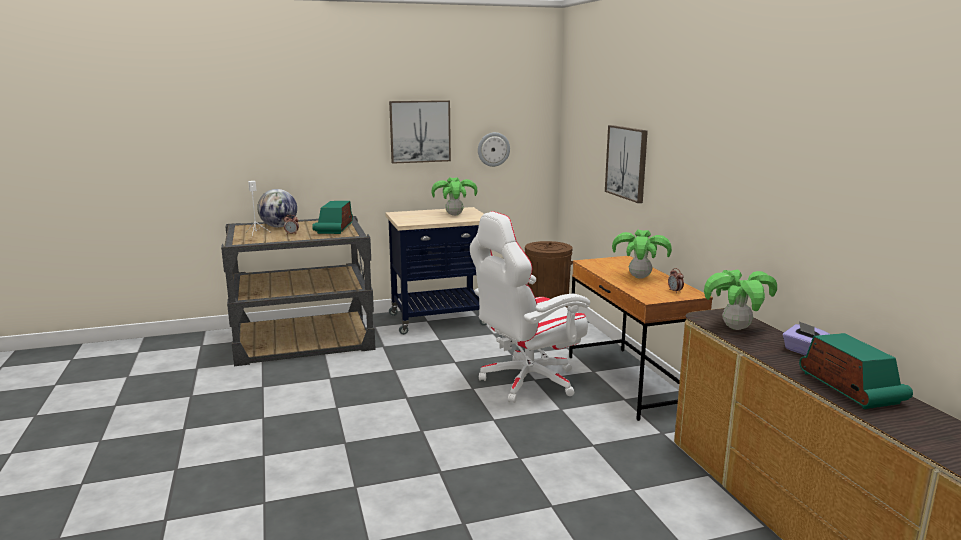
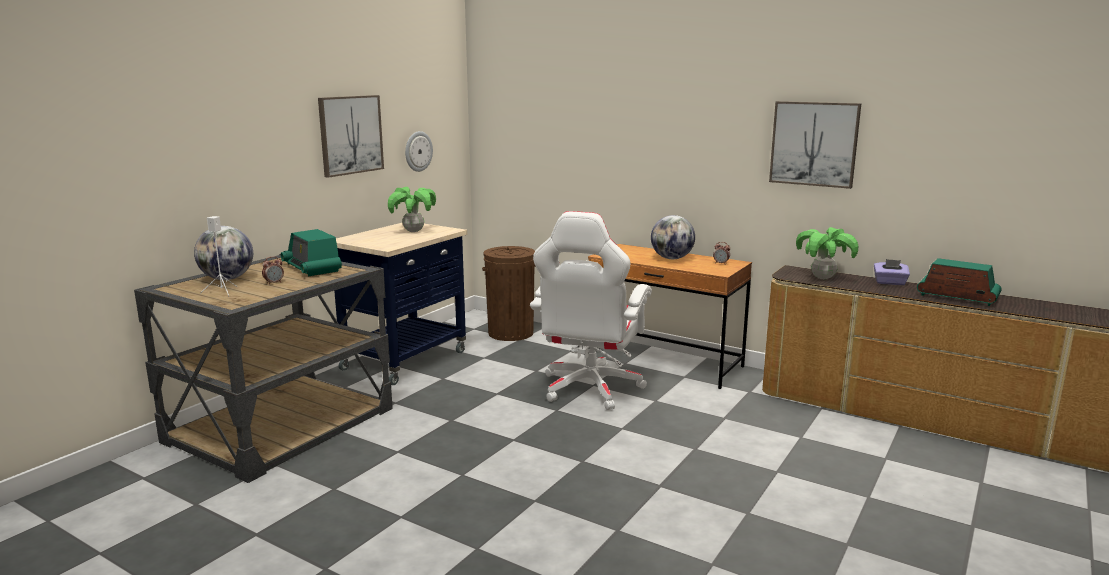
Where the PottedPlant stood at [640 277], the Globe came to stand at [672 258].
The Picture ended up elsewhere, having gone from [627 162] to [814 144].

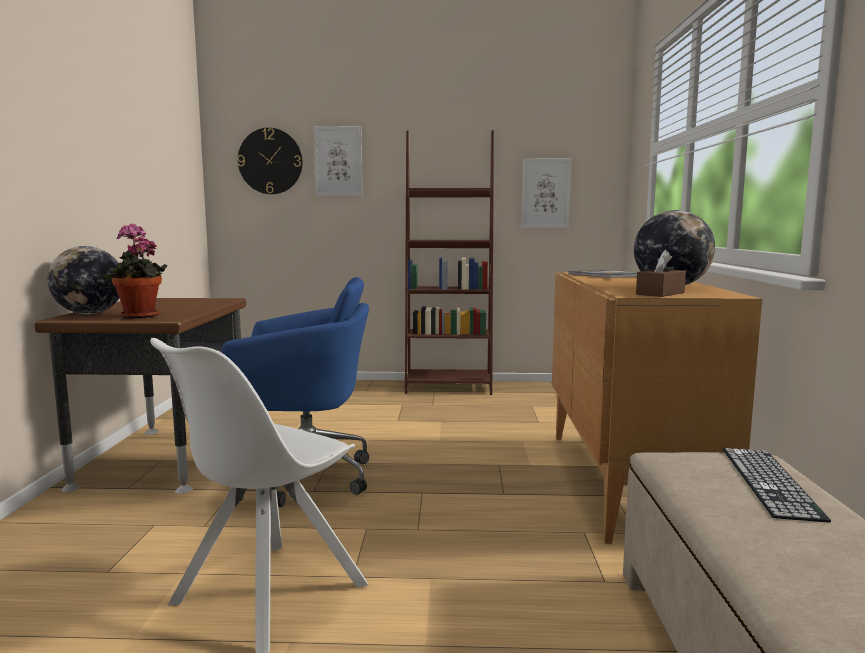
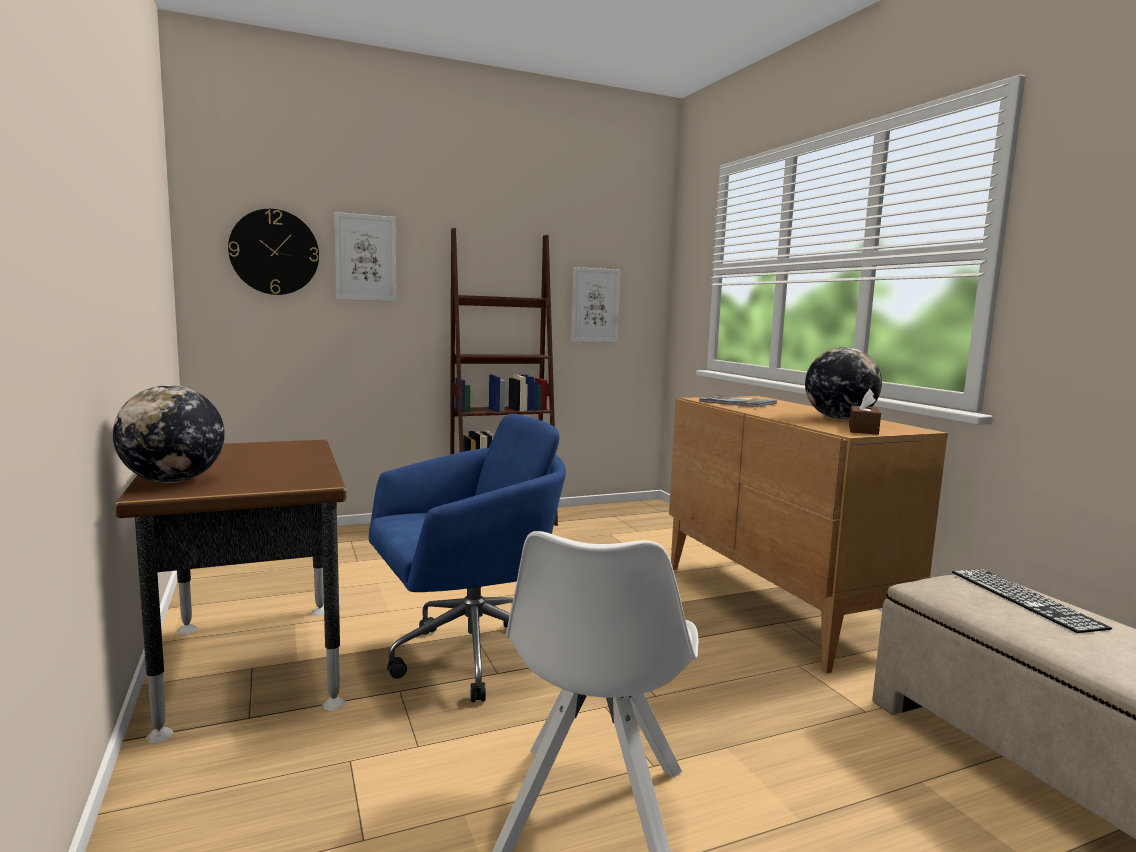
The second view lost the PottedPlant at [139 316].

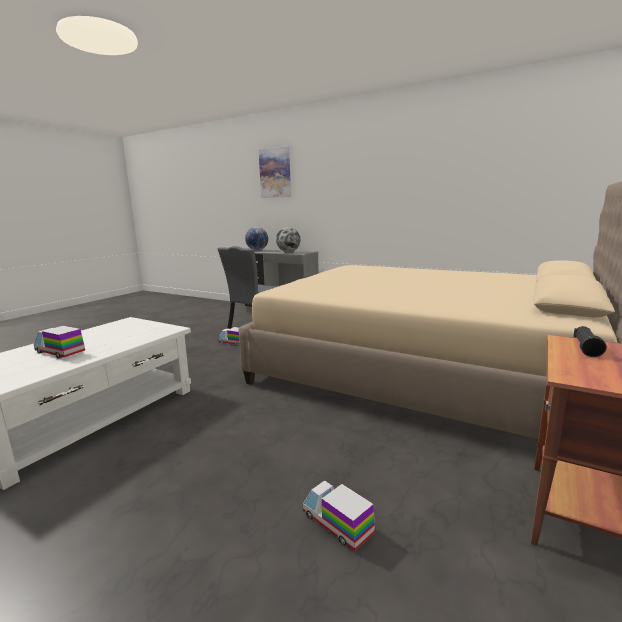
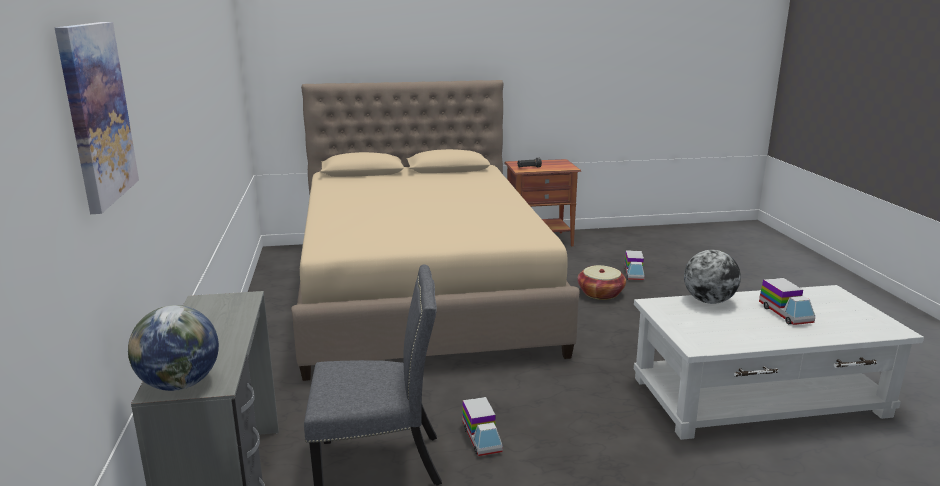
The second view gained the Basket at [600 293].
The Globe ended up elsewhere, having gone from [288 252] to [708 301].

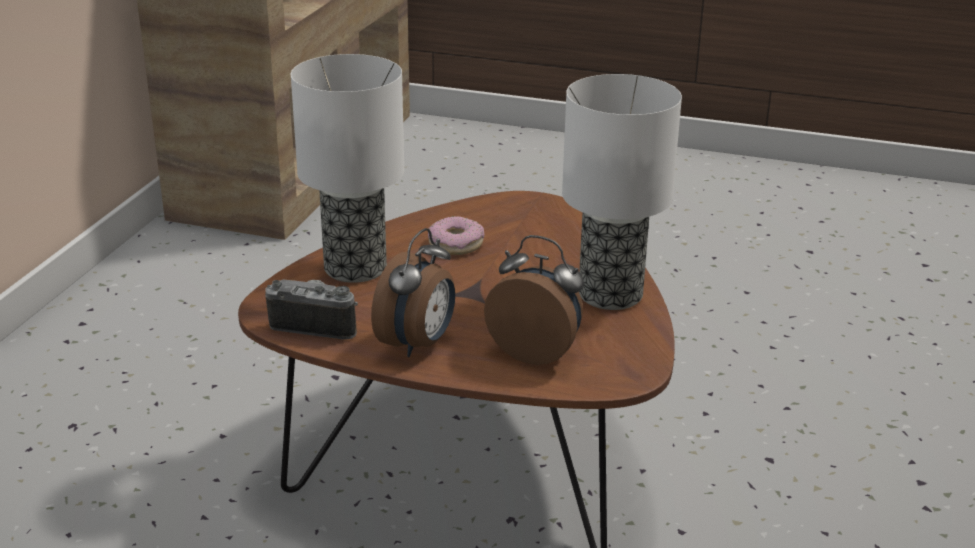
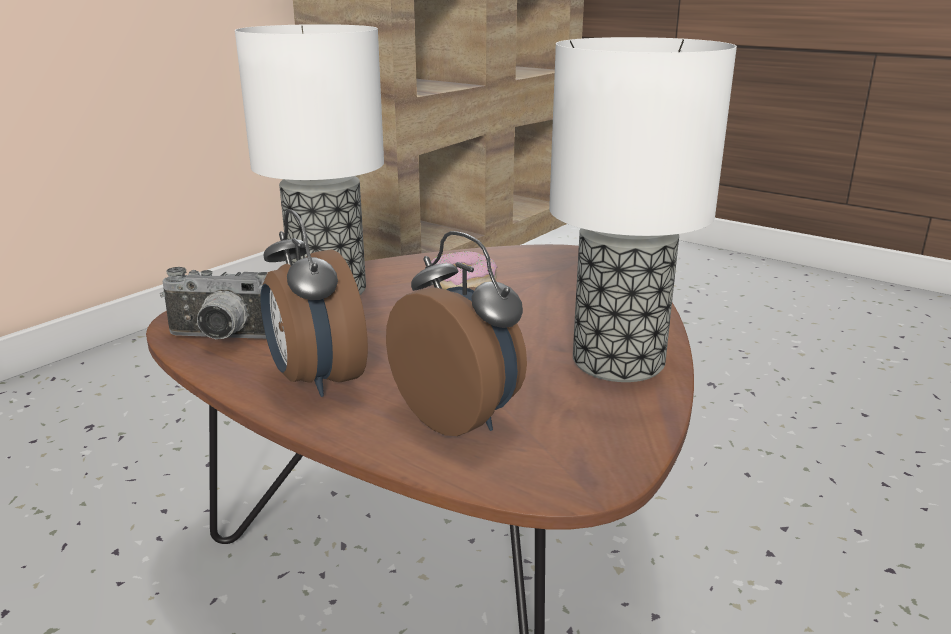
The PhotoCamera at [316 324] ended up facing another way, 150 degrees clockwise from before.
The AlarmClock at [418 344] ended up facing another way, 105 degrees clockwise from before.

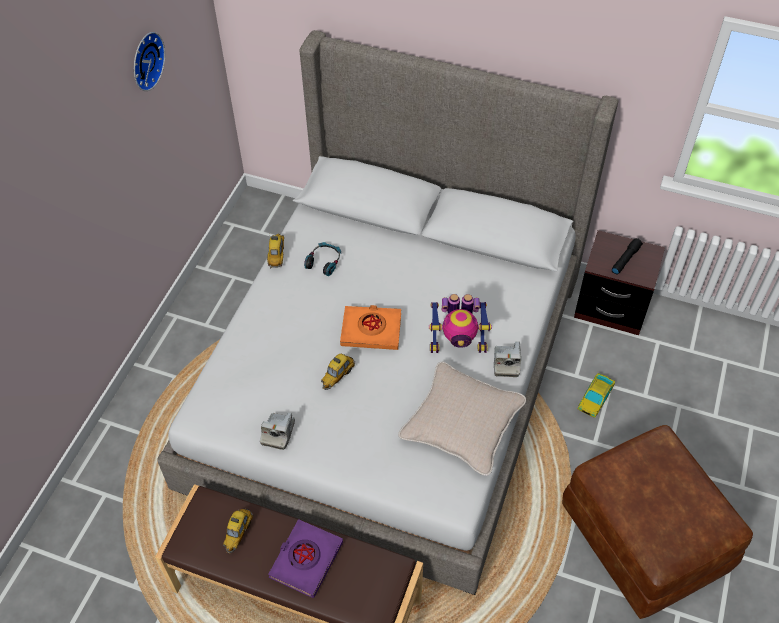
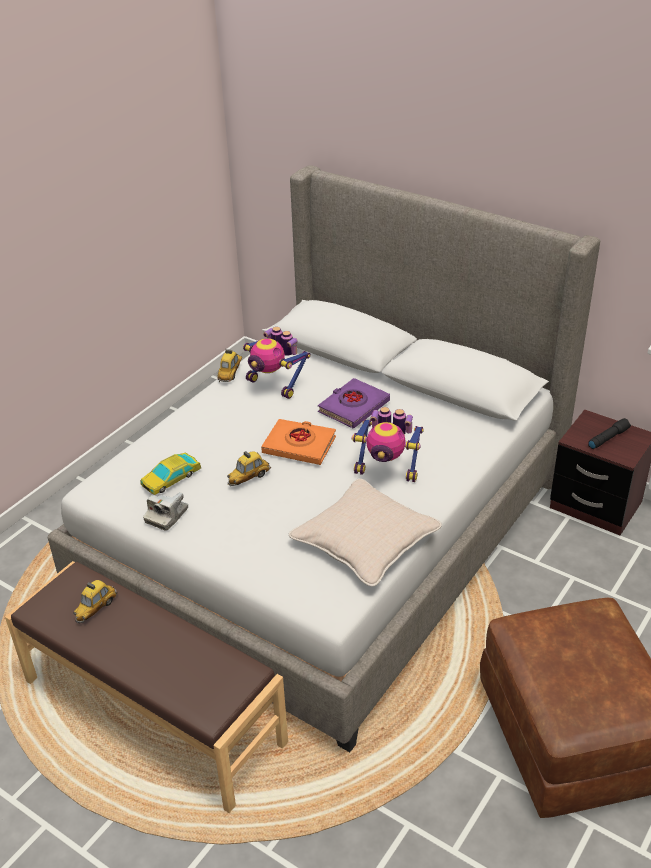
The ToyCar ended up elsewhere, having gone from [595 397] to [171 478].
Where the Headphones stood at [324 262], the ToyRobot came to stand at [275 385].
The PurpleBook ended up elsewhere, having gone from [306 560] to [353 407].
The second view lost the WallClock at [145 60].
The second view lost the PhotoCamera at [506 363].

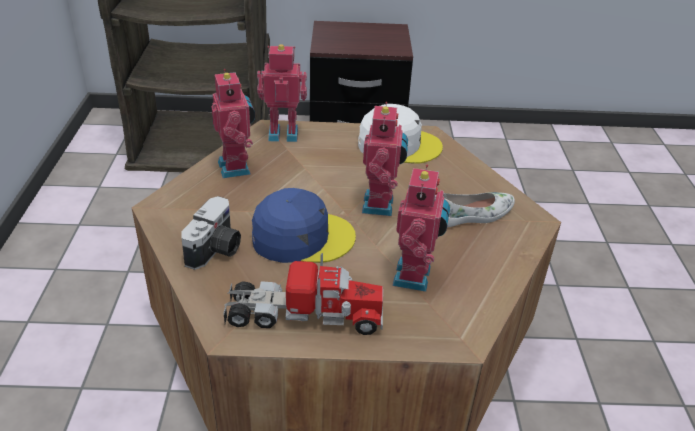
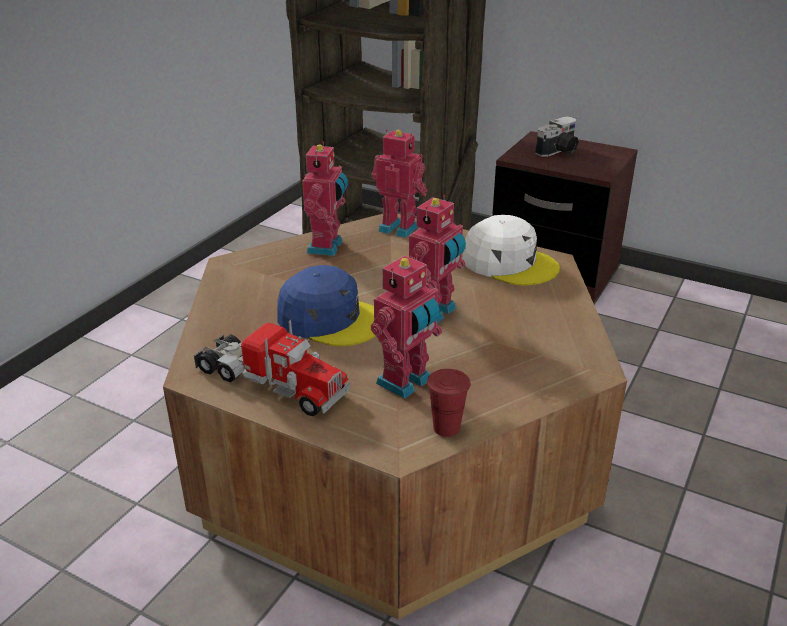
The second view gained the RedCup at [446 428].
The PhotoCamera ended up elsewhere, having gone from [216 250] to [559 151].
The second view lost the WhiteShoe at [473 216].

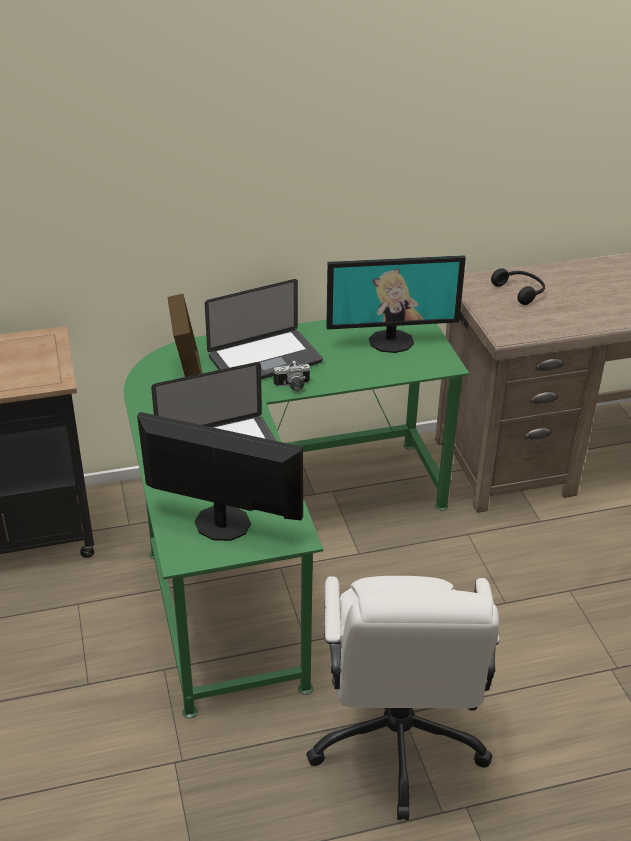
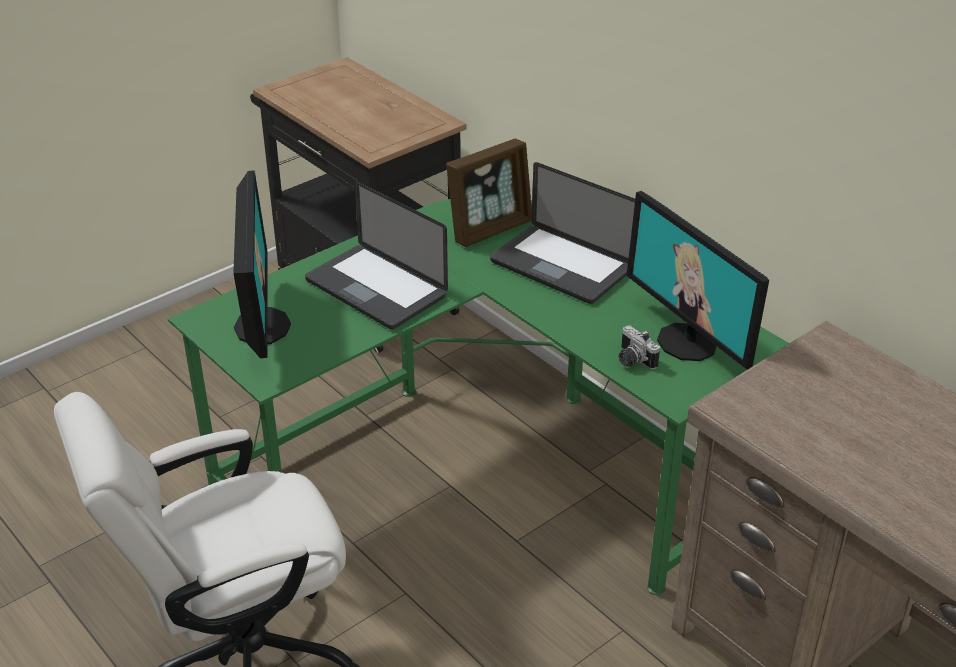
The PhotoCamera ended up elsewhere, having gone from [293 386] to [632 360].
The second view lost the BlackHeadphones at [520 291].

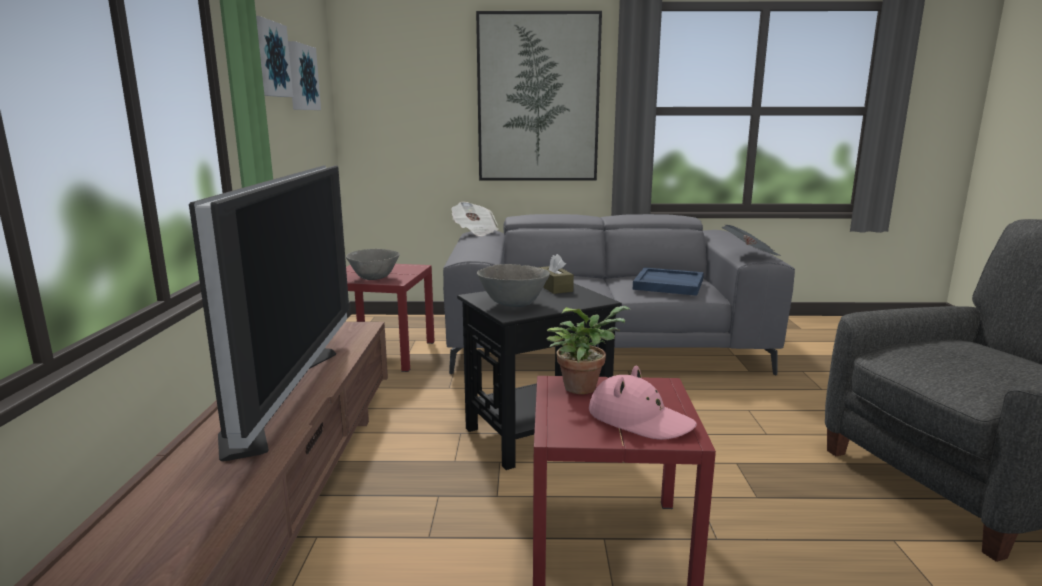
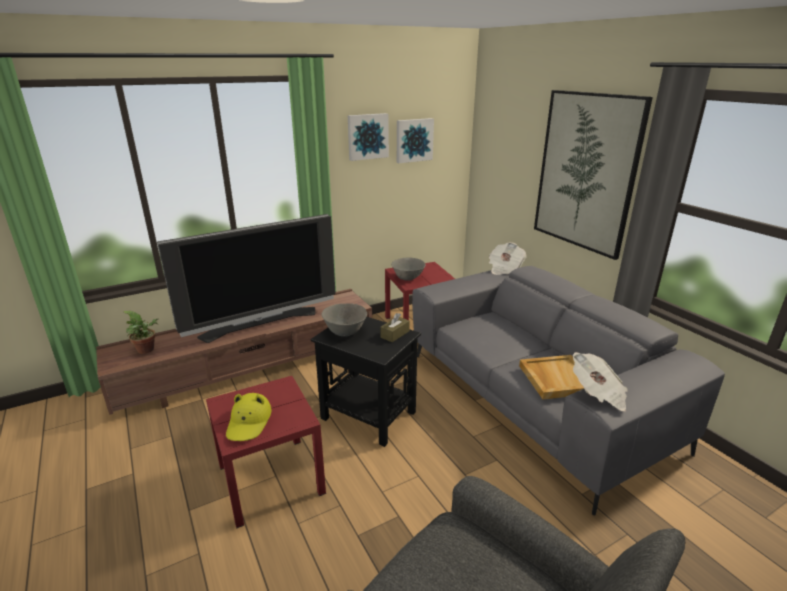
The PottedPlant ended up elsewhere, having gone from [583 386] to [147 350].
What was the PinkHat at [639 419] turned into the YellowHat at [249 422].
What was the BlueTray at [667 284] turned into the BeigeTray at [556 378].

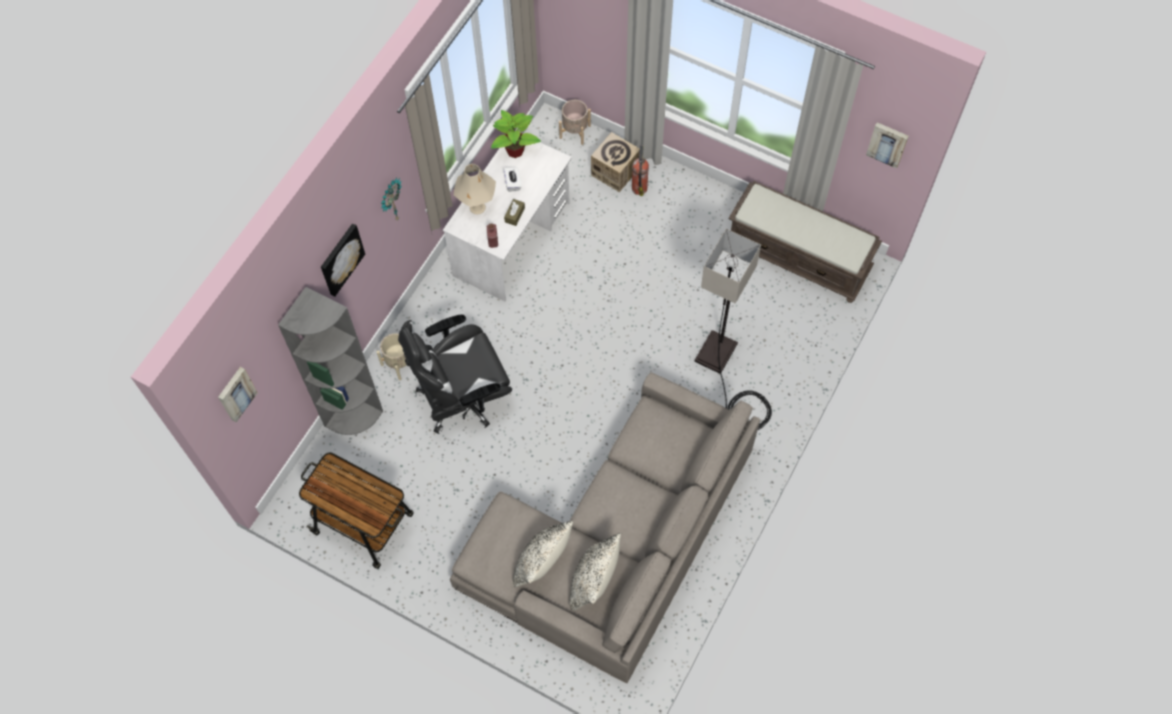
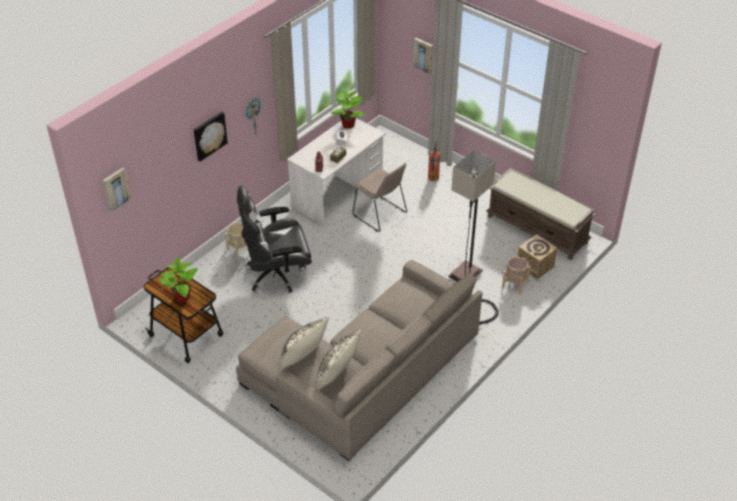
The second view gained the PottedPlant at [182 297].
The second view gained the BeigeChair at [381 215].
The Picture ended up elsewhere, having gone from [887 143] to [423 55].
The BeigePlanter ended up elsewhere, having gone from [575 131] to [514 284].
The CardboardBox ended up elsewhere, having gone from [615 172] to [535 266].
The second view lost the GreyBookcase at [354 419].
The second view lost the BeigeTableLamp at [477 207].

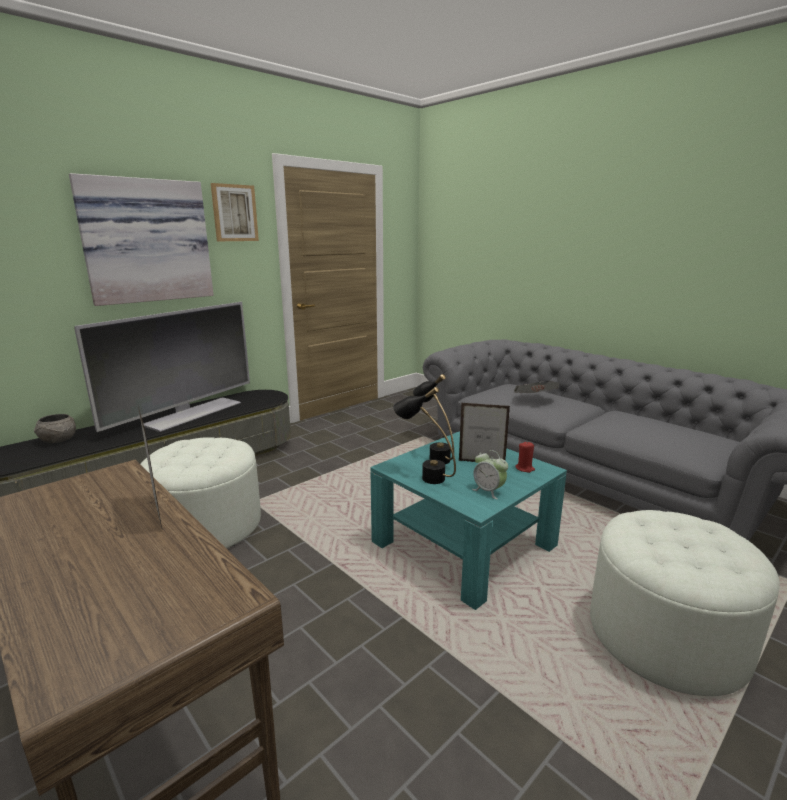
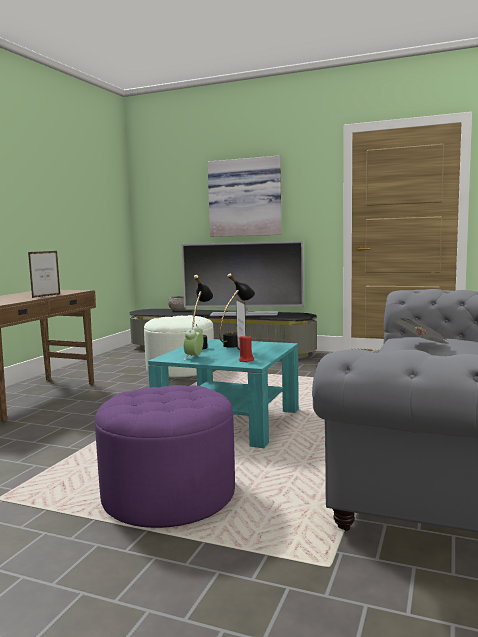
What was the WhiteOttoman at [666 636] turned into the PurpleOttoman at [169 495].
The second view lost the Picture at [234 213].

